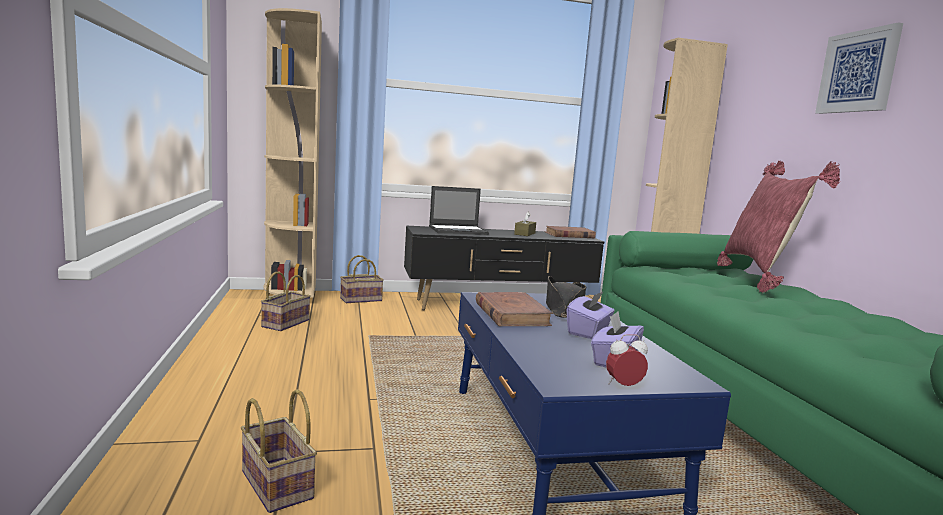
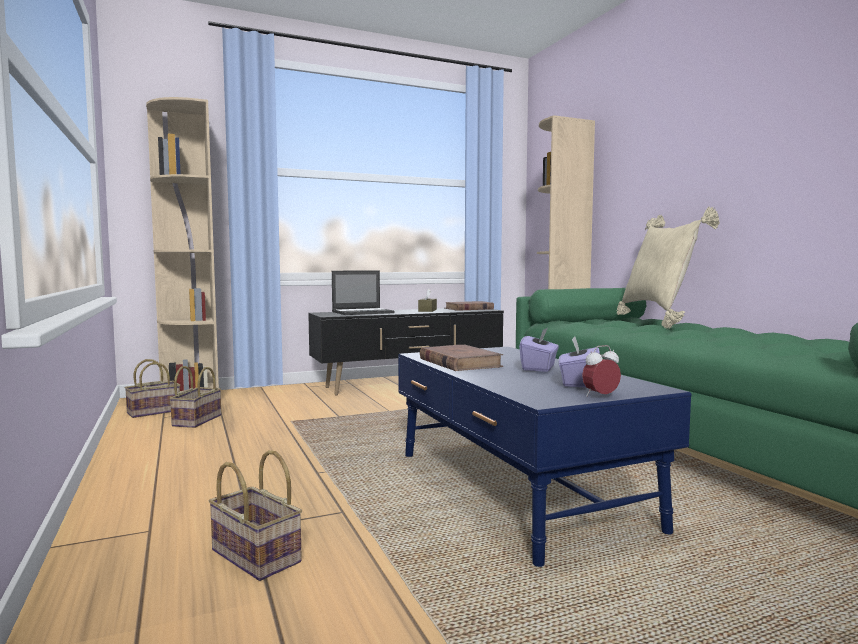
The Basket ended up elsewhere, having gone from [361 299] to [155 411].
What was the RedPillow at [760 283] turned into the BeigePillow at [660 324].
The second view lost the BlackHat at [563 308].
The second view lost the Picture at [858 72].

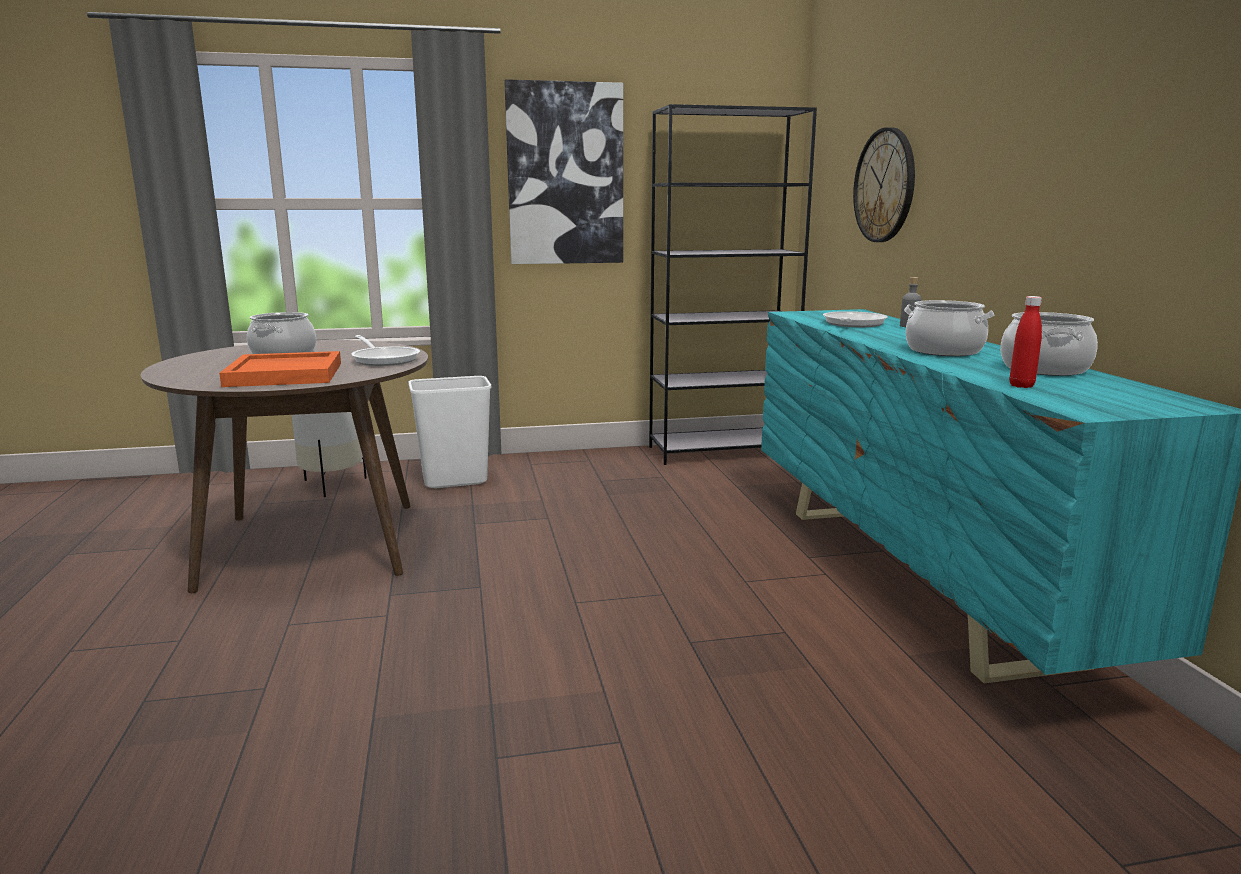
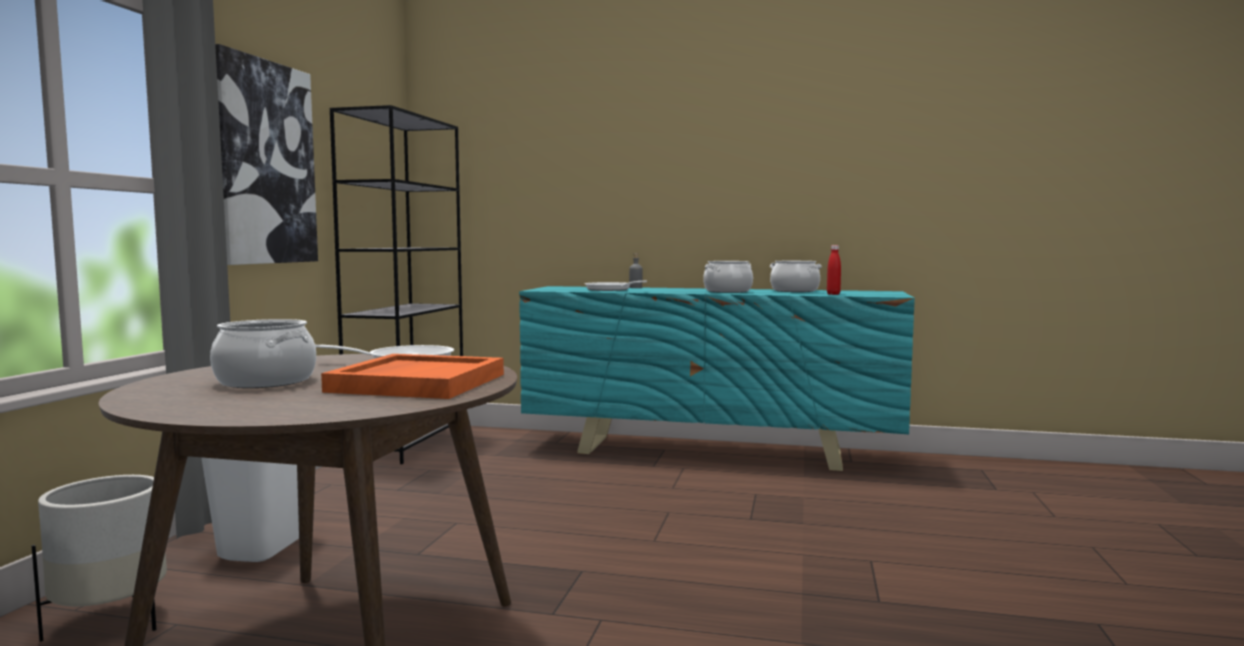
The second view lost the WallClock at [885 185].

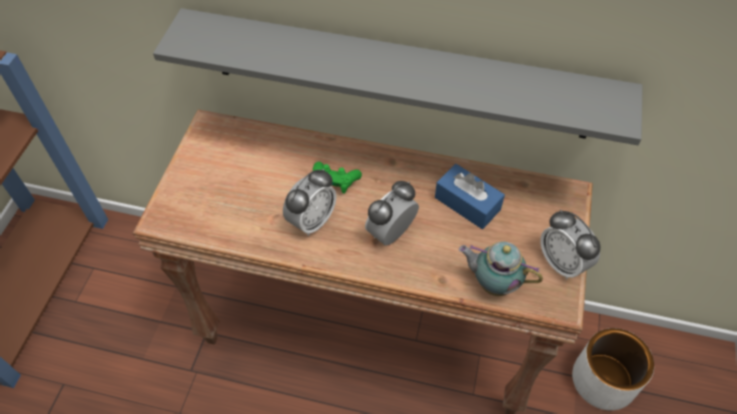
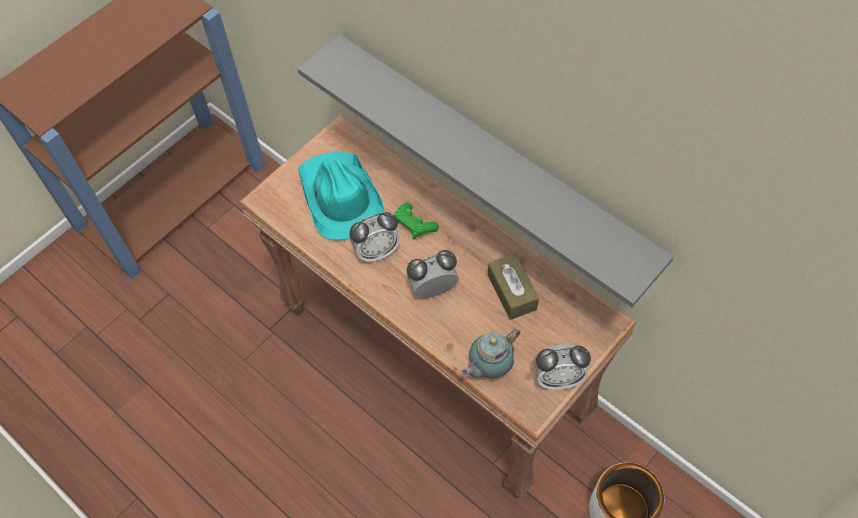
The second view gained the TurquoiseHat at [339 197].
The Teapot at [493 283] ended up facing another way, 90 degrees counterclockwise from before.
What was the BlueTissueBox at [467 203] turned into the BrownTissueBox at [512 292].
The AlarmClock at [562 263] ended up facing another way, 90 degrees counterclockwise from before.

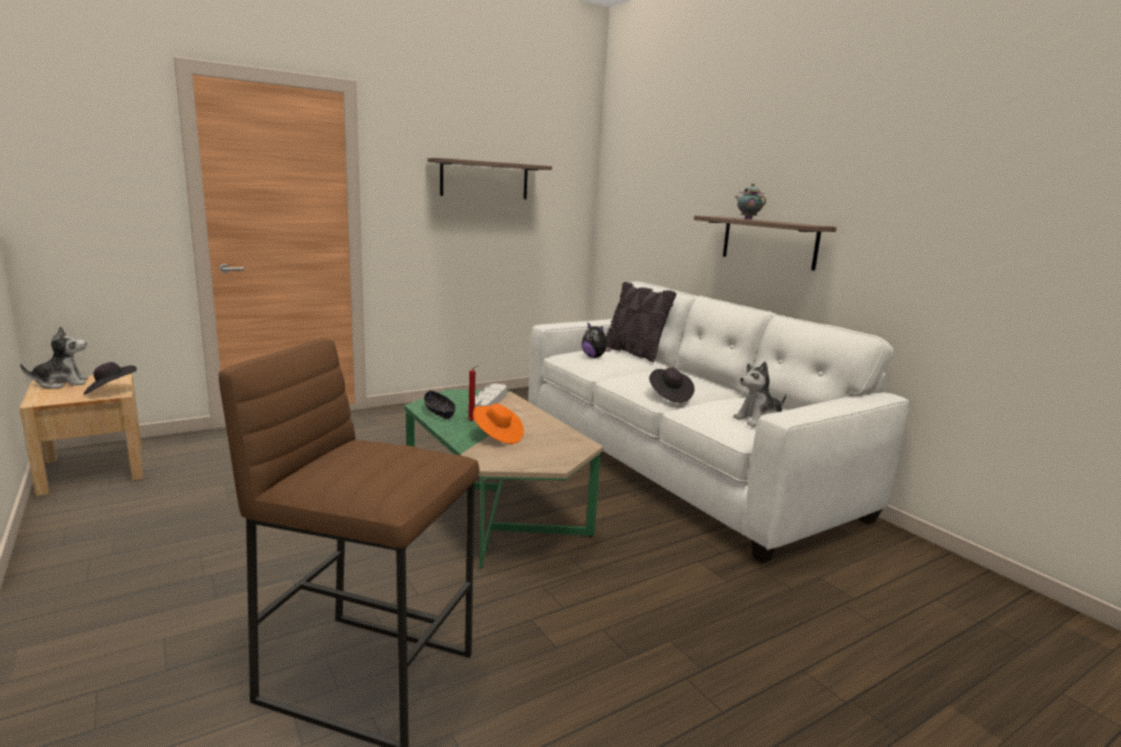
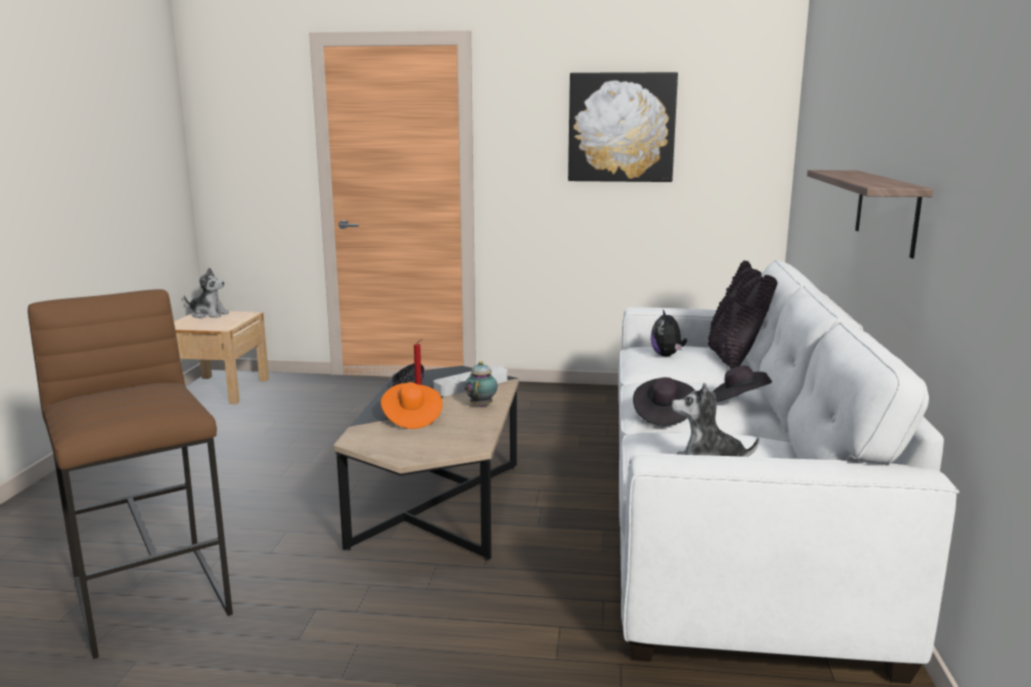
What was the GreenCoffeeTable at [496 510] turned into the BlackCoffeeTable at [440 504].
The Teapot ended up elsewhere, having gone from [747 219] to [482 405].
Where the Shelf hung at [484 180], the Picture came to hang at [621 127].
The BlackHat ended up elsewhere, having gone from [110 391] to [738 401].

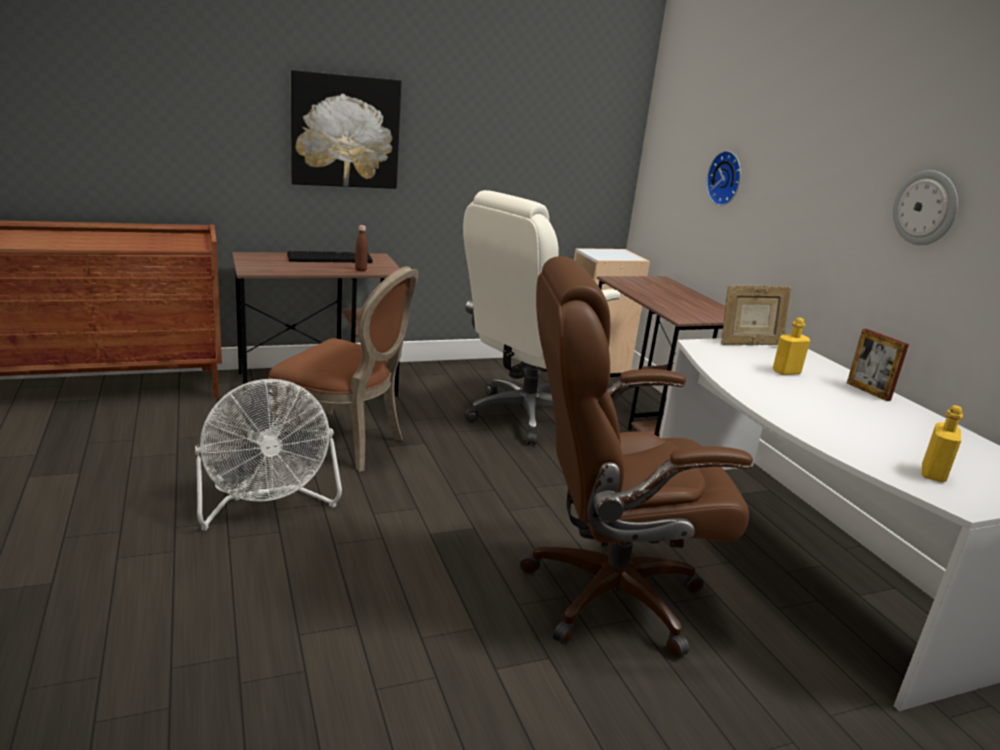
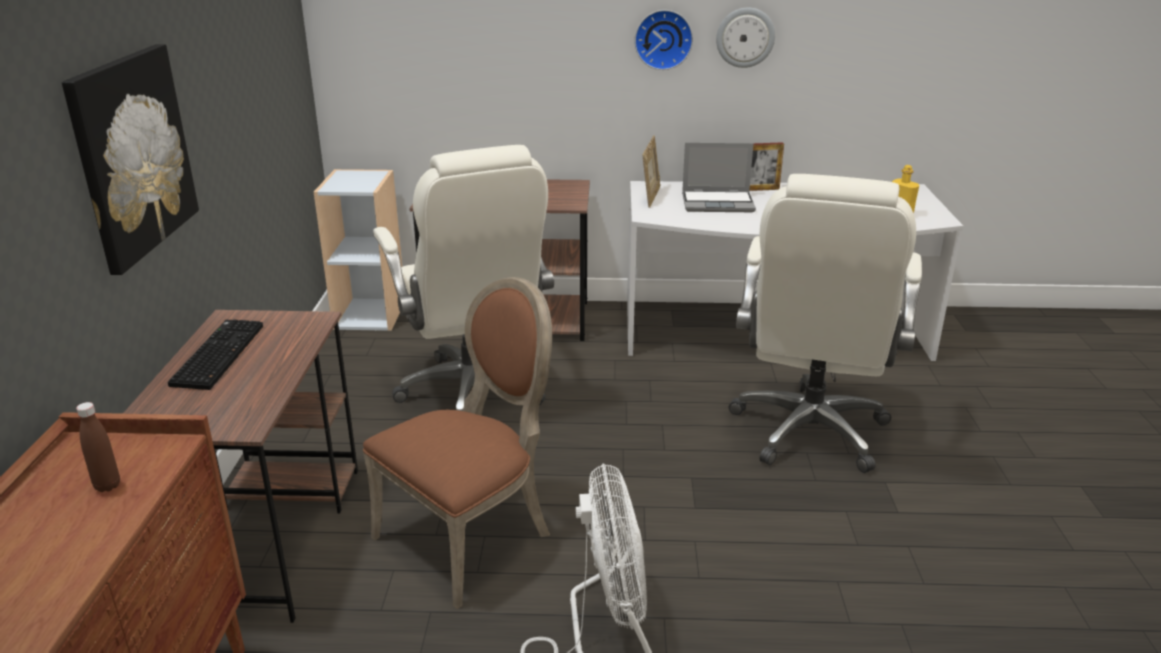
The BrownBottle ended up elsewhere, having gone from [361 270] to [107 486].
The WallClock ended up elsewhere, having gone from [727 178] to [663 39].
Where the YellowBottle stood at [786 372], the Laptop came to stand at [718 203].
What was the BrownOfficeChair at [607 596] turned into the WhiteOfficeChair at [809 432].

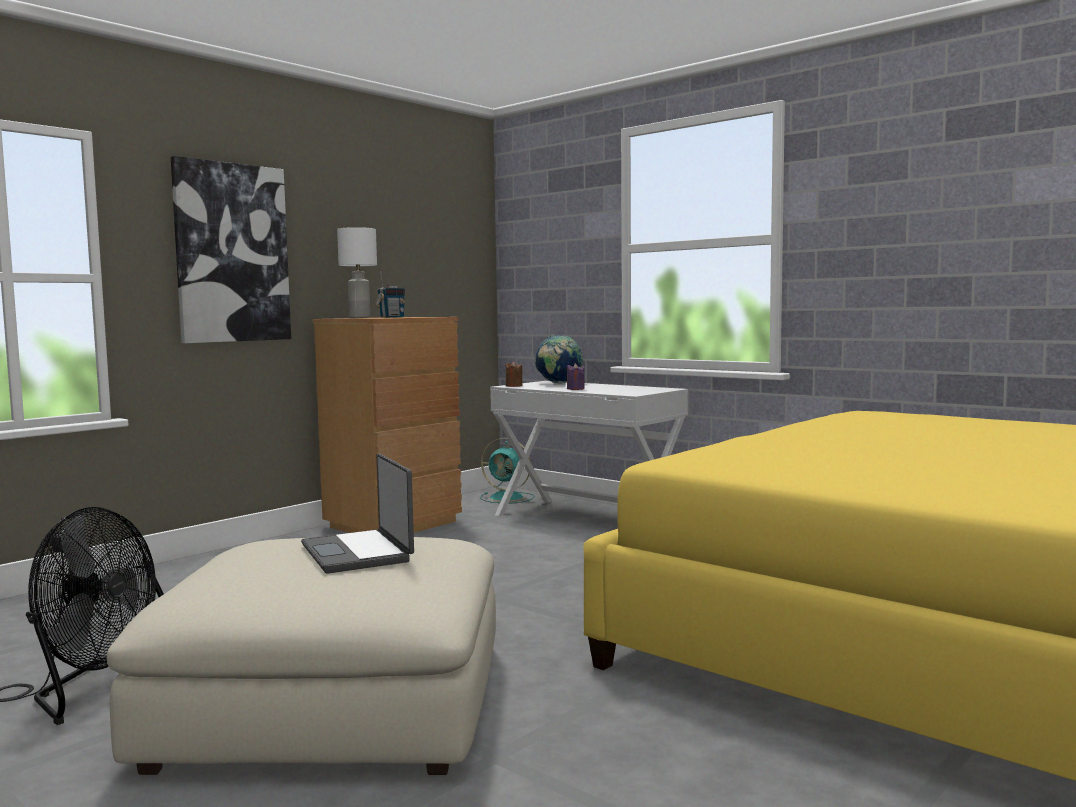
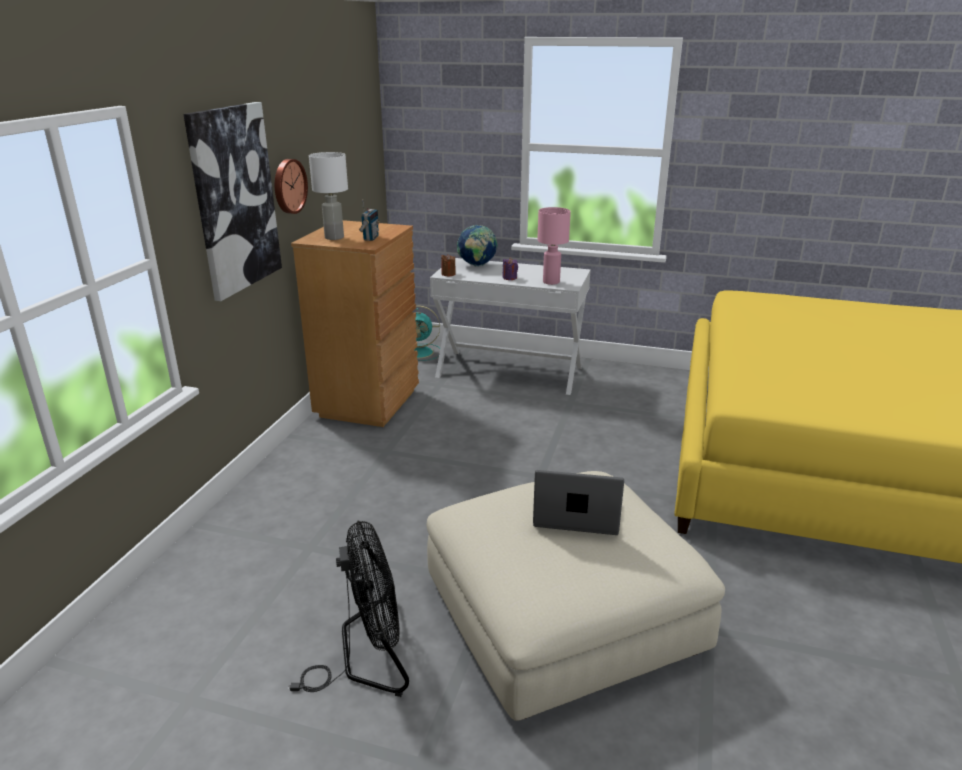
The second view gained the WallClock at [288 186].
The Laptop at [359 553] ended up facing another way, 150 degrees clockwise from before.
The second view gained the PinkTableLamp at [551 282].

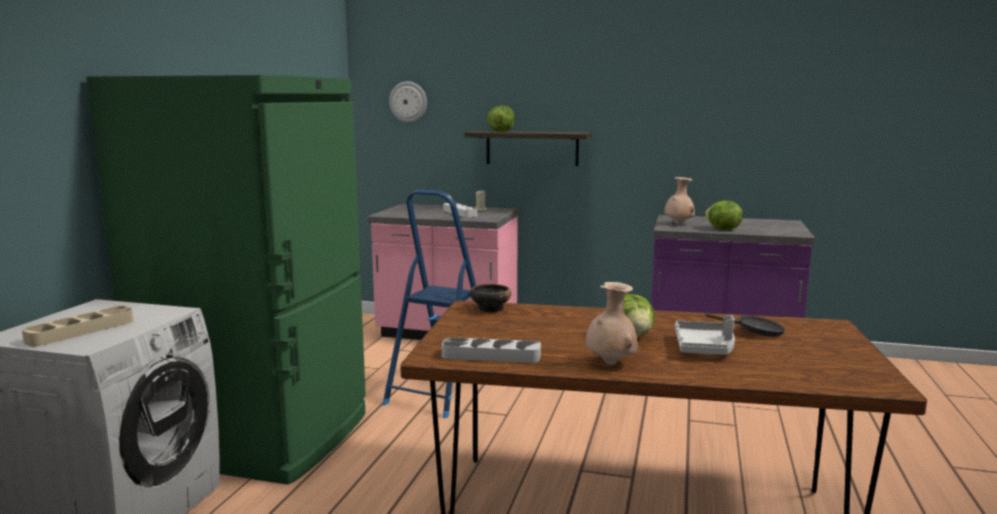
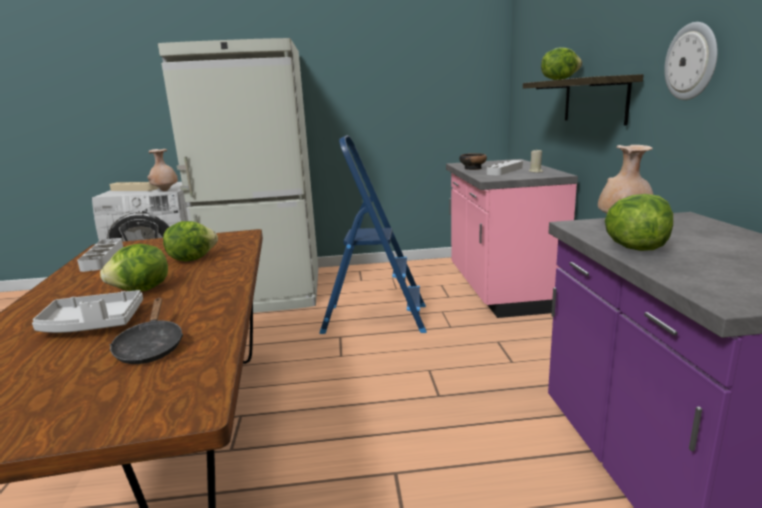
The BeigeVase ended up elsewhere, having gone from [611 363] to [165 191].
What was the GreenFridge at [261 434] turned into the WhiteFridge at [267 289].
The second view gained the Lettuce at [192 259].
The Bowl ended up elsewhere, having gone from [490 308] to [472 168].
The WallClock ended up elsewhere, having gone from [408 102] to [691 61].

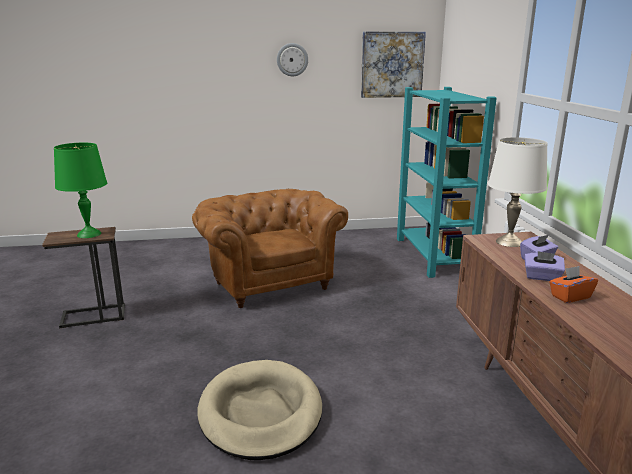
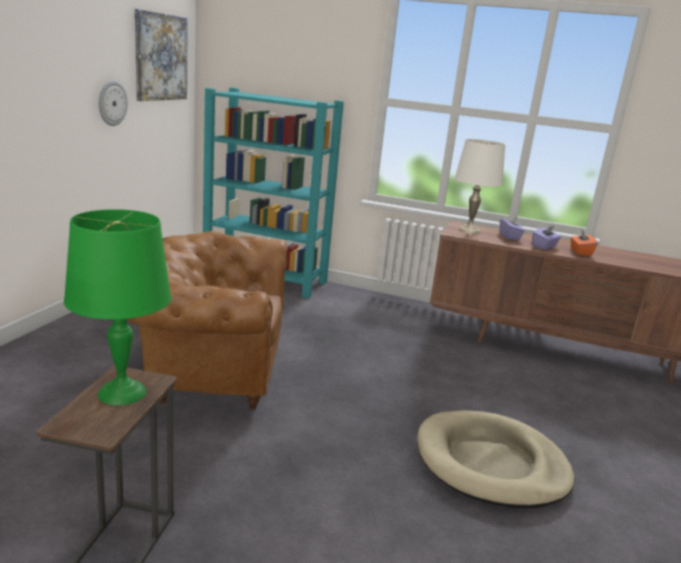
The WallClock ended up elsewhere, having gone from [292 59] to [112 103].

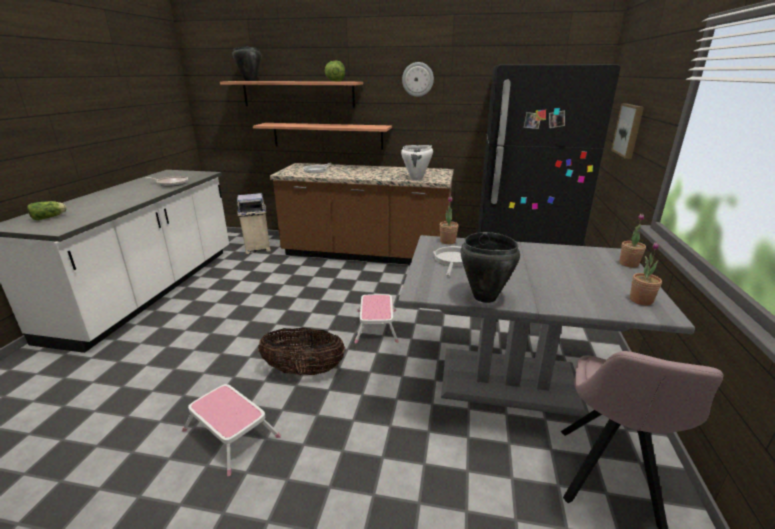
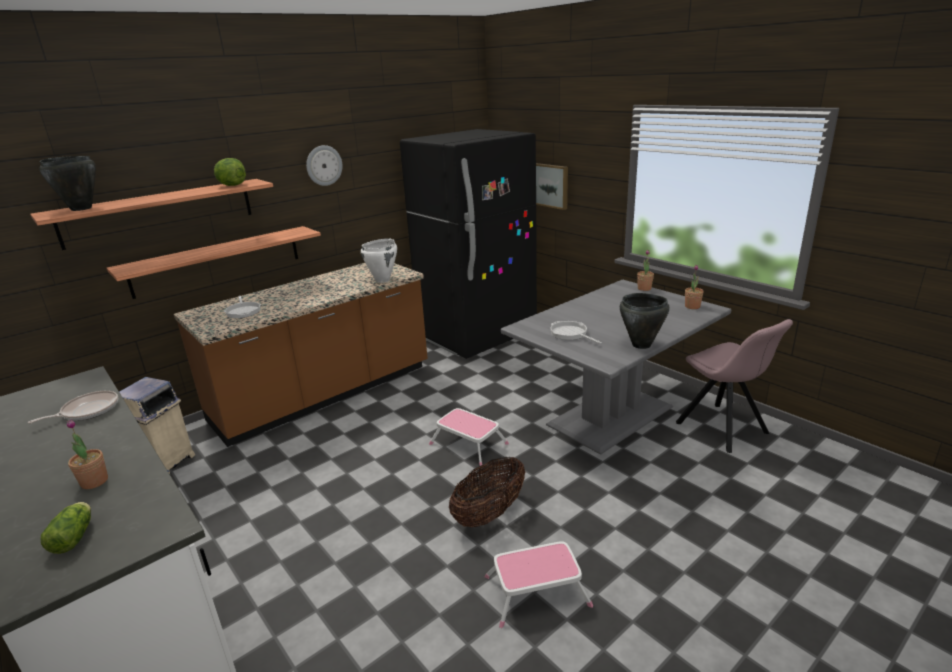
The PottedPlant ended up elsewhere, having gone from [447 241] to [94 481].

